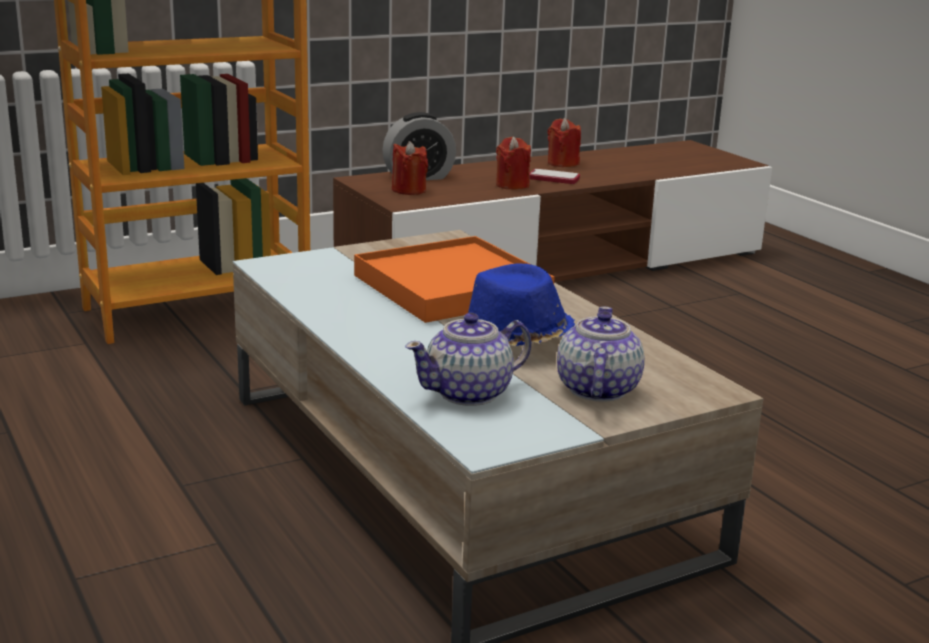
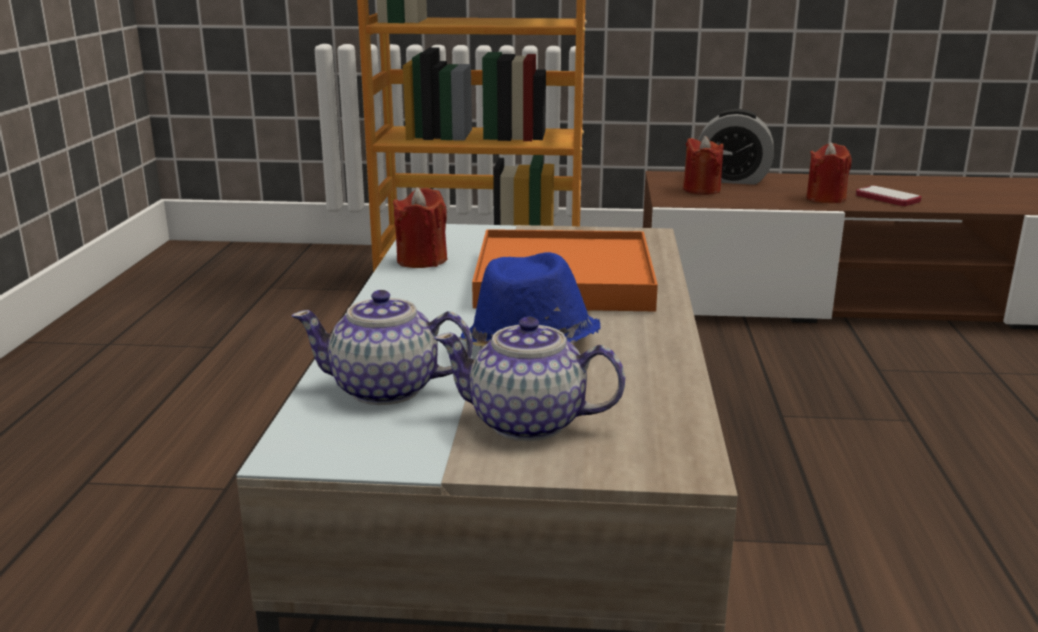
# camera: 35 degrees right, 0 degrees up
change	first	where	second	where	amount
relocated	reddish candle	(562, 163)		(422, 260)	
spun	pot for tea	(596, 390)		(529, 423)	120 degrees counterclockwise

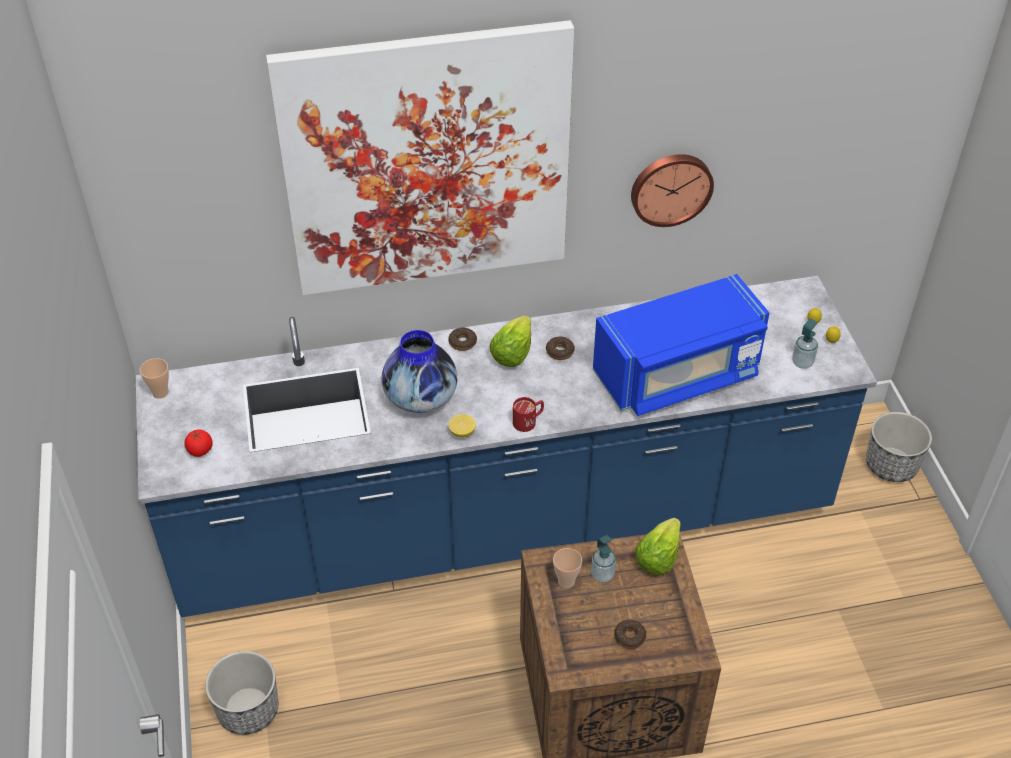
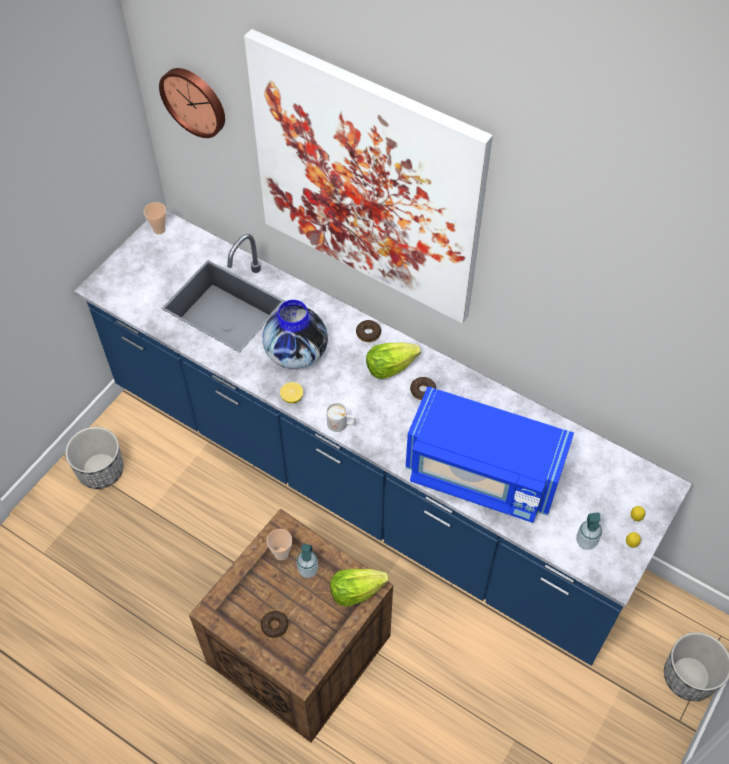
# camera: 45 degrees right, 10 degrees up
change	first	where	second	where	amount
relocated	hanging clock	(670, 188)		(194, 101)	
colour	reddish coffee mug	(528, 421)	white coffee mug	(341, 424)	
missing	fresh tomato	(200, 450)			

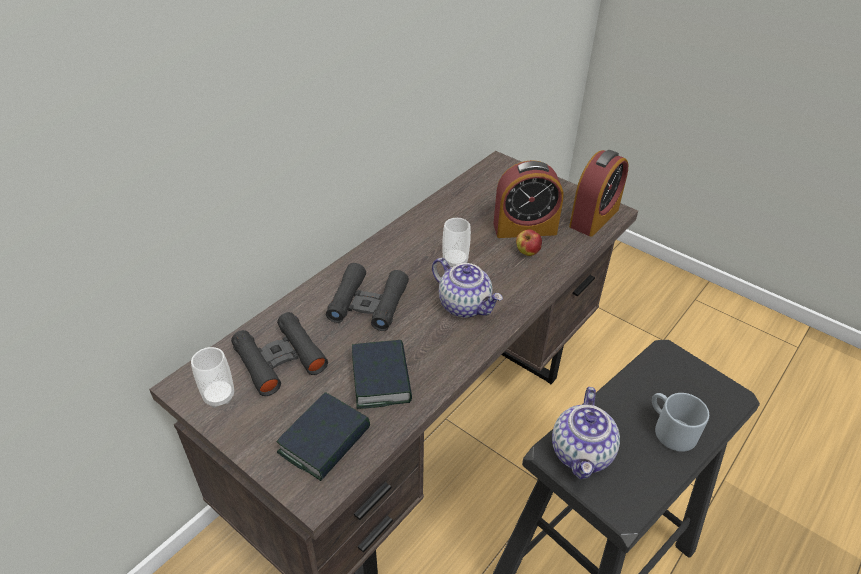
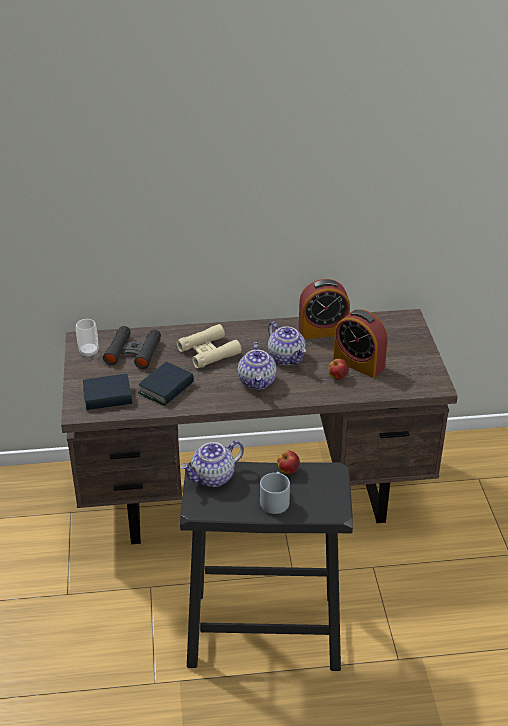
# camera: 45 degrees right, 5 degrees down
change	first	where	second	where	amount
relocated	alarm clock	(594, 218)		(323, 331)	
exchanged	drinking cup	(455, 261)	pot for tea	(287, 358)	
colour	black-coloured field glasses	(368, 303)	beige-coloured field glasses	(208, 352)	
appeared			apple	(288, 470)	

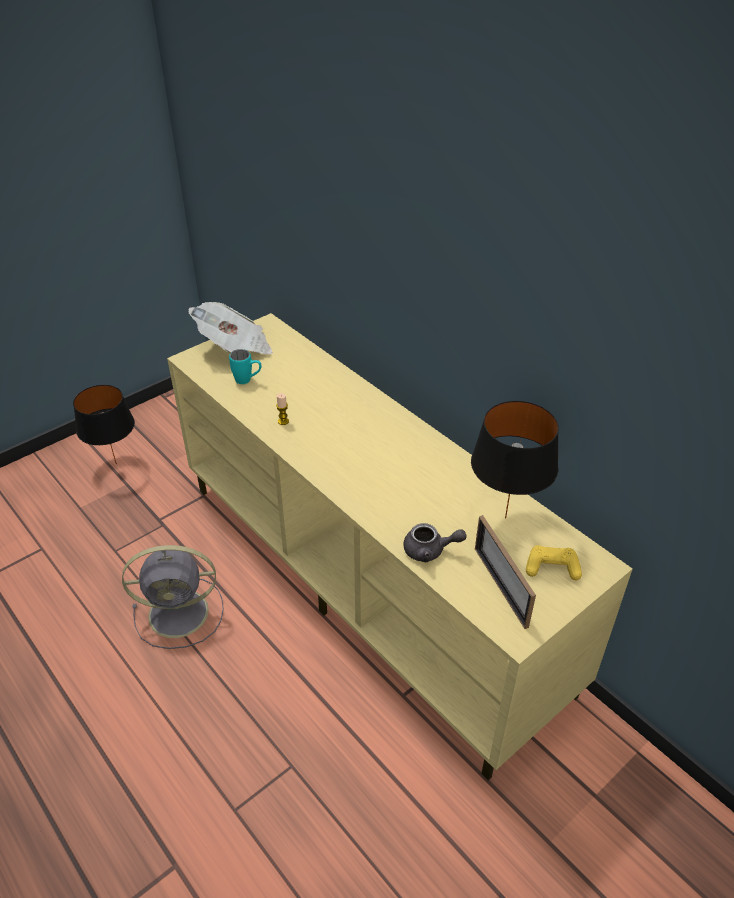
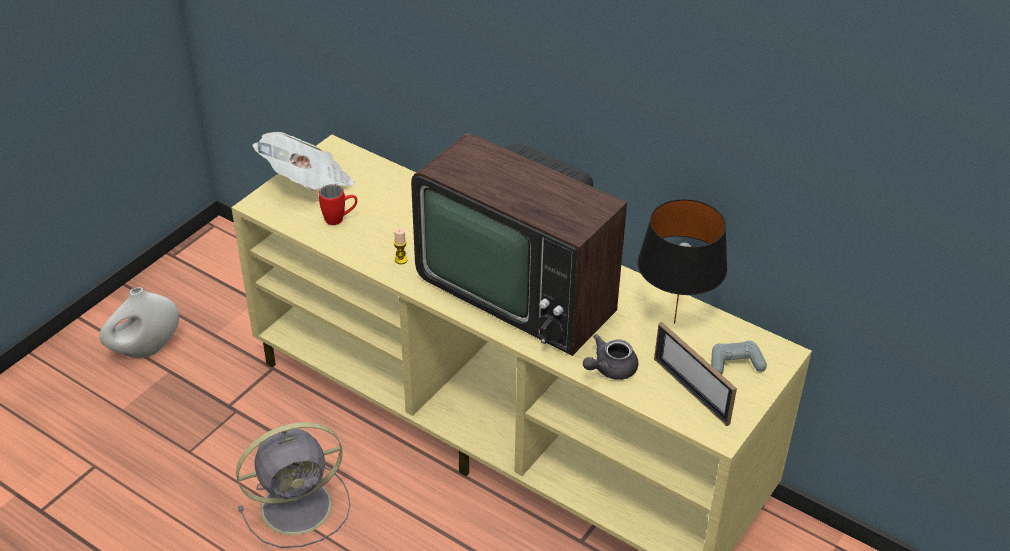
# camera: 15 degrees left, 0 degrees up
change	first	where	second	where	amount
colour	turquoise coffee mug	(248, 380)	reddish coffee mug	(340, 219)	
exchanged	black-coloured lamp for a table	(116, 464)	white decorative vase	(145, 350)	
spun	gray pot for tea	(430, 551)		(610, 369)	150 degrees clockwise
colour	yellowish game controller	(552, 568)	gray game controller	(735, 364)	
appeared			TV set	(520, 285)	

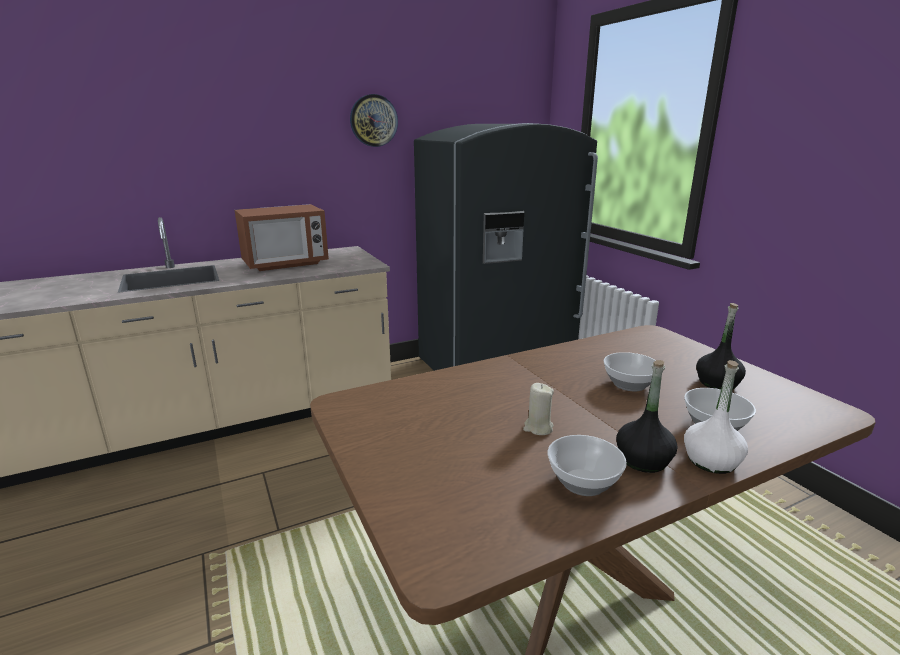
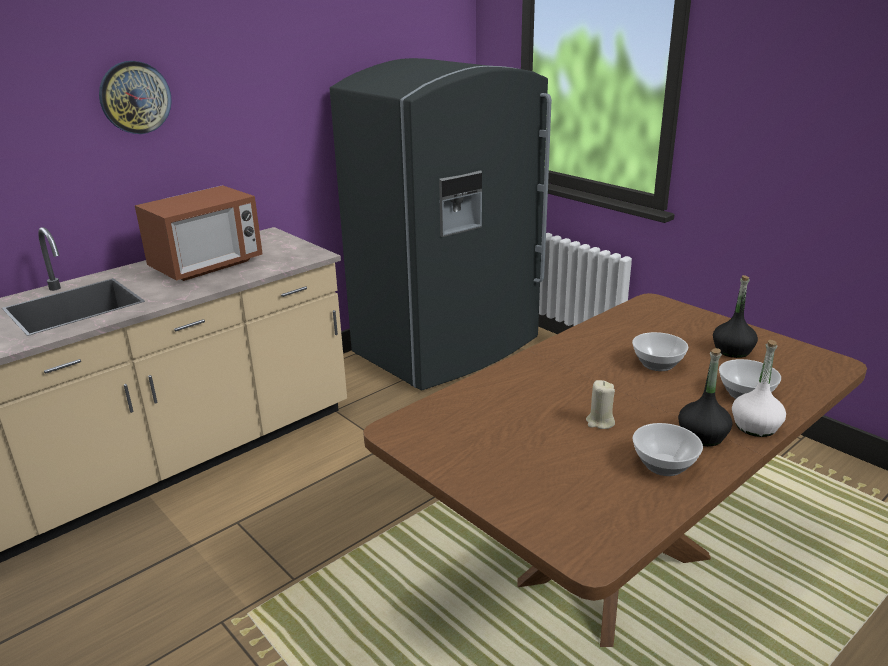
# camera: 15 degrees left, 5 degrees up
change	first	where	second	where	amount
relocated	hanging clock	(373, 120)		(135, 97)	

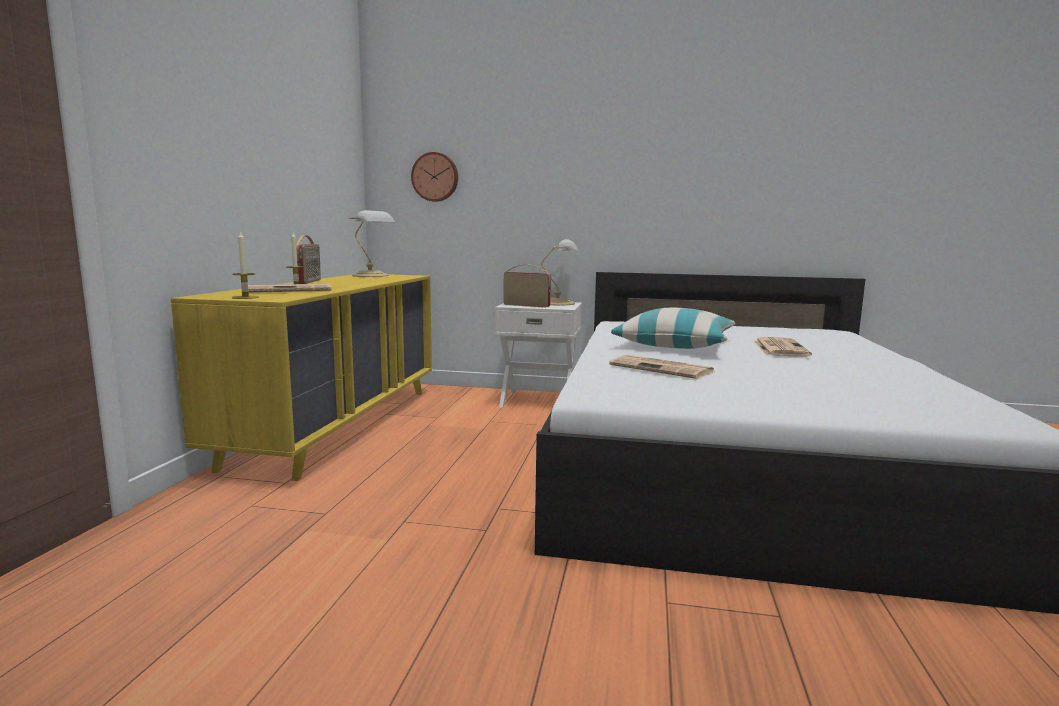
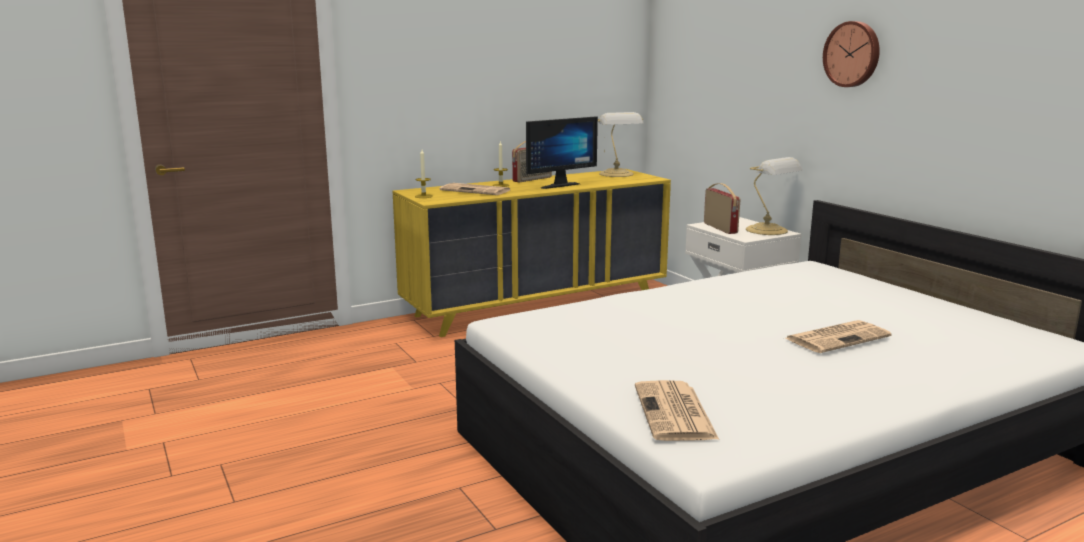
# camera: 50 degrees right, 5 degrees up
change	first	where	second	where	amount
relocated	hanging clock	(435, 177)		(853, 54)	
missing	cushion	(674, 344)			
relocated	printed paper	(663, 368)		(675, 413)	
appeared			computer screen	(557, 185)	

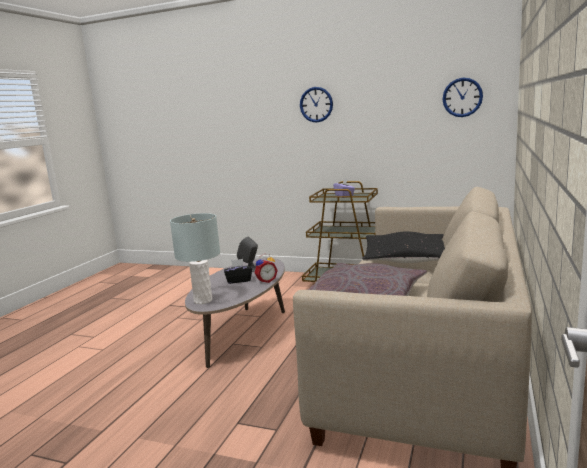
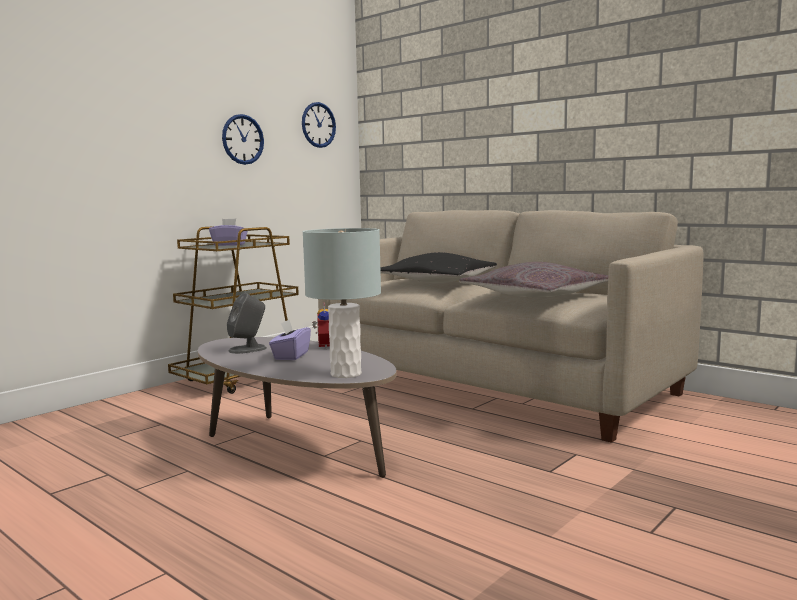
# camera: 70 degrees left, 5 degrees down
change	first	where	second	where	amount
relocated	hanging clock	(316, 104)		(243, 139)	
colour	black-coloured tissue box	(239, 280)	purple-coloured tissue box	(291, 356)	

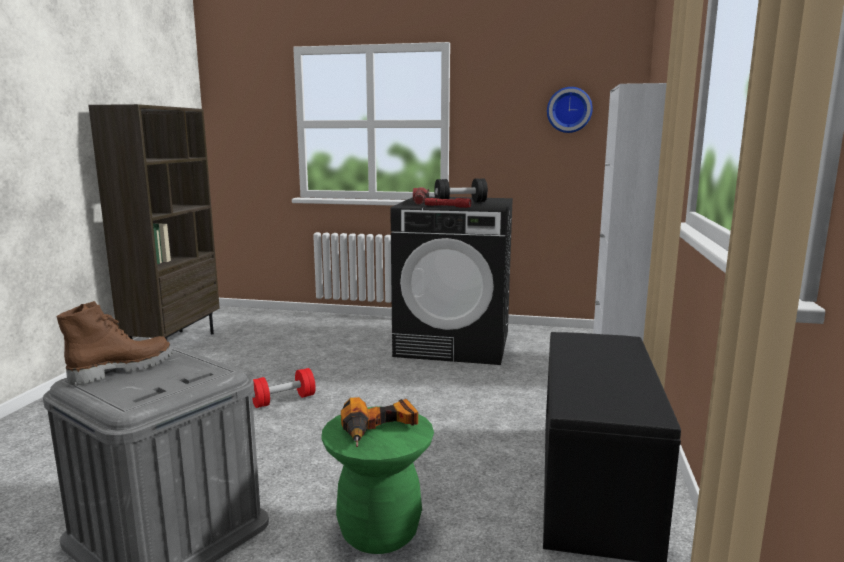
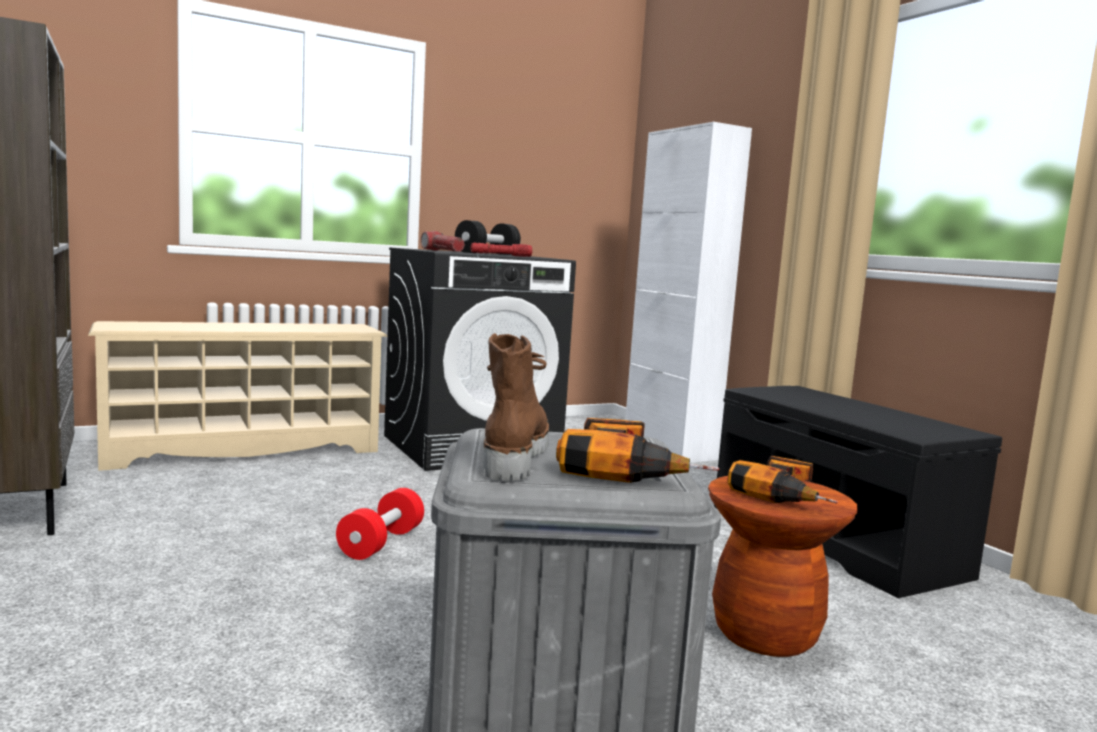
# camera: 40 degrees left, 5 degrees down
change	first	where	second	where	amount
missing	hanging clock	(569, 110)			
colour	green sitting stool	(379, 532)	brownish sitting stool	(765, 634)	
appeared			beige-coloured shoe shelf	(245, 450)	
appeared			electric drill	(628, 467)	

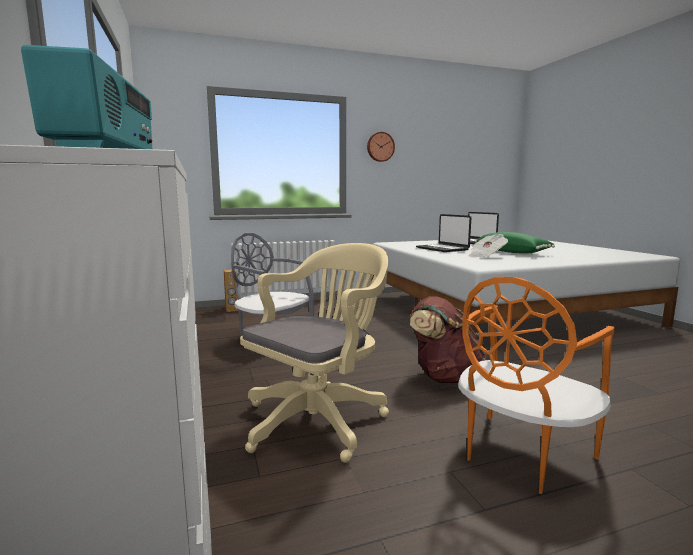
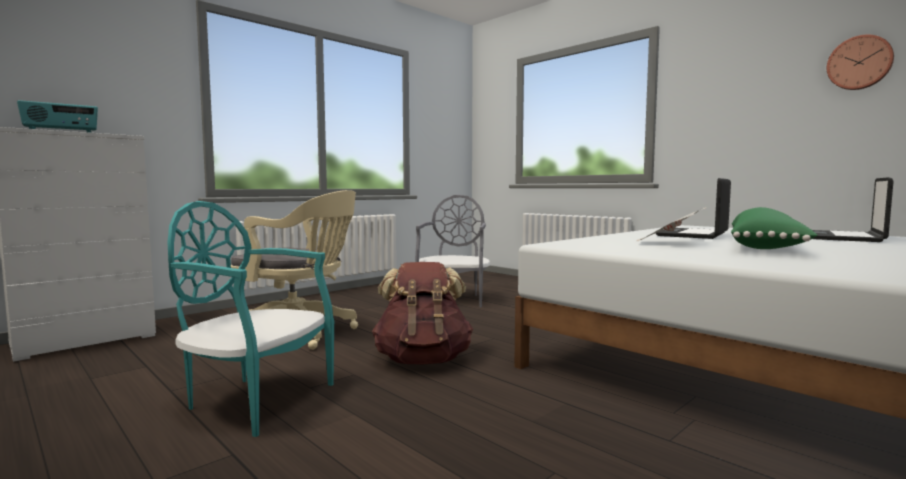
# camera: 65 degrees right, 5 degrees down
change	first	where	second	where	amount
relocated	hanging clock	(380, 147)		(859, 63)	
missing	brownish loudspeaker	(232, 310)			
colour	orangey plain chair	(520, 454)	turquoise plain chair	(256, 400)	

